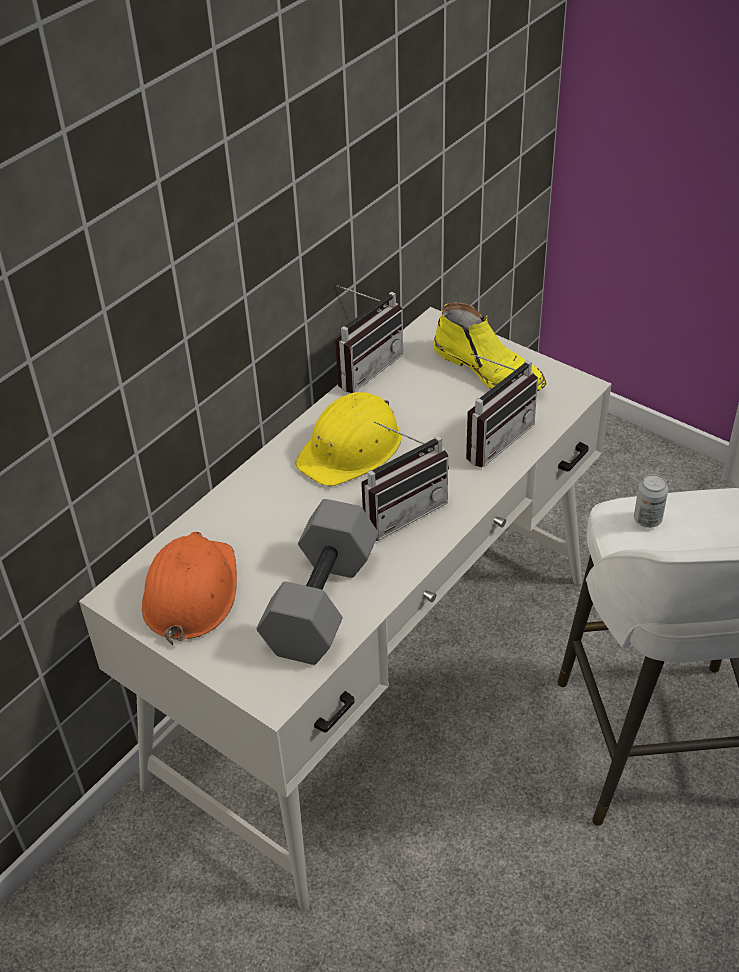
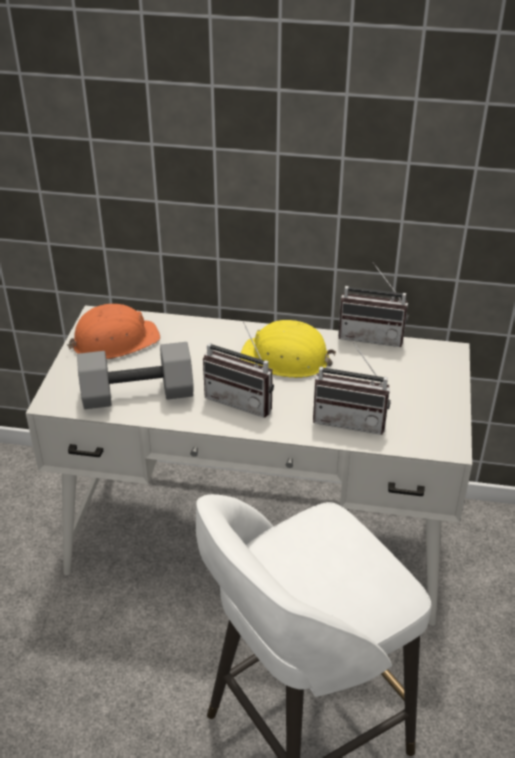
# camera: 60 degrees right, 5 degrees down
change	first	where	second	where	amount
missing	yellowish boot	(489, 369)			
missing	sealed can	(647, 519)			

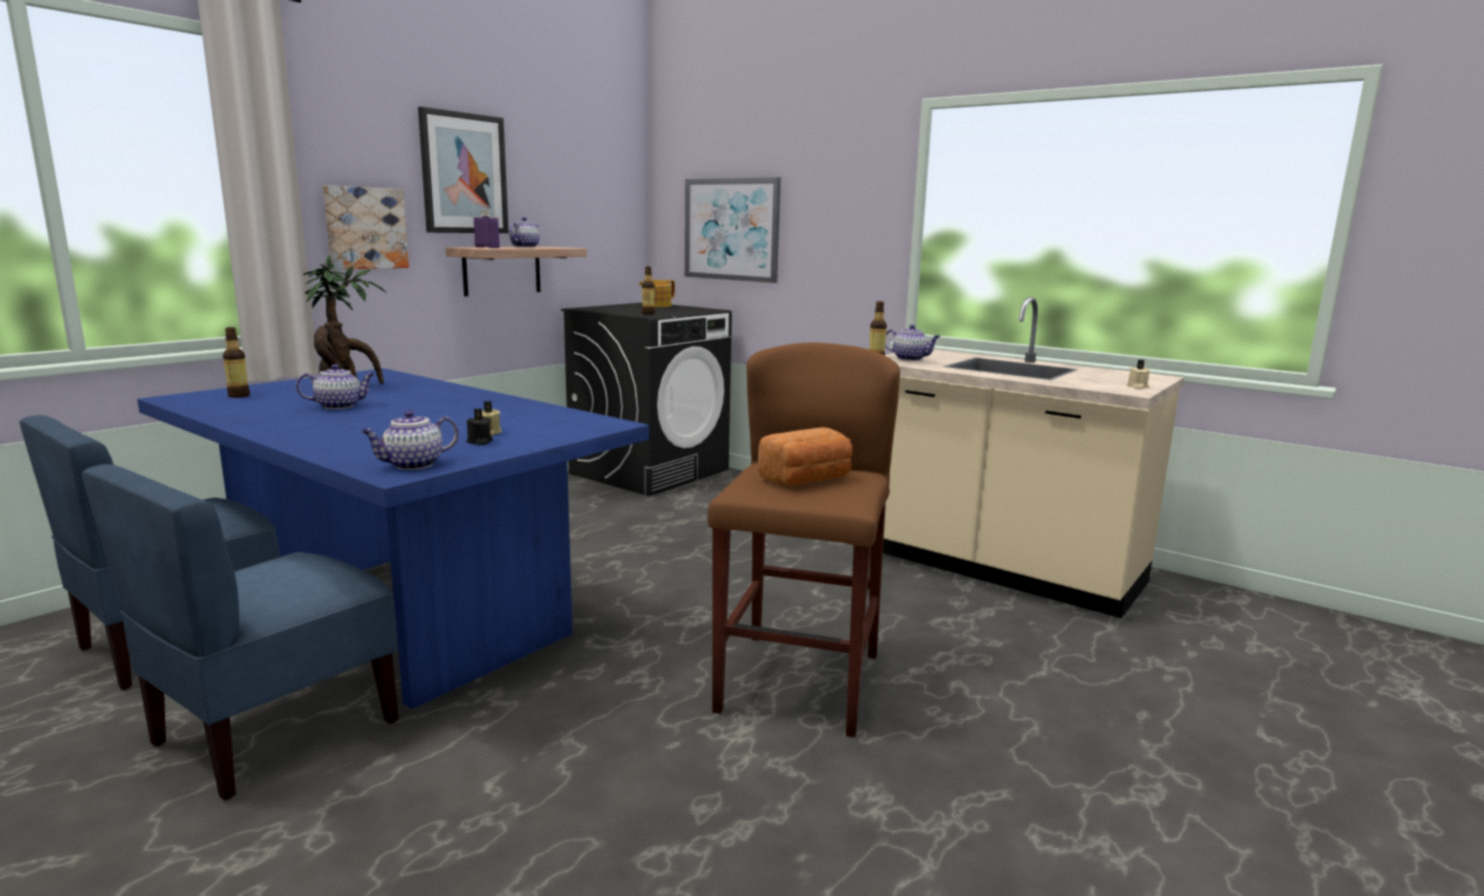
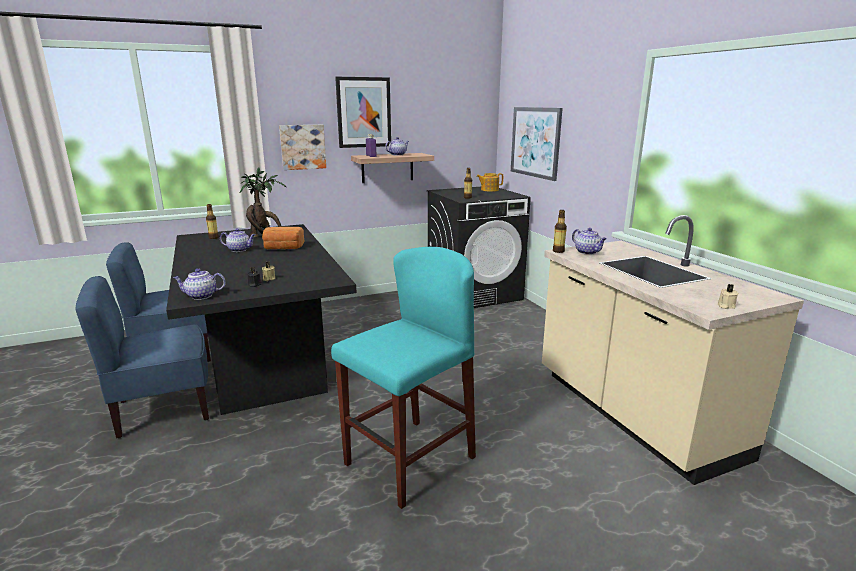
# camera: 30 degrees right, 5 degrees up
change	first	where	second	where	amount
colour	brownish sitting stool	(799, 682)	turquoise sitting stool	(410, 460)	
colour	bluish kitchen table	(399, 618)	black-coloured kitchen table	(264, 362)	
relocated	bread	(808, 480)		(283, 248)	

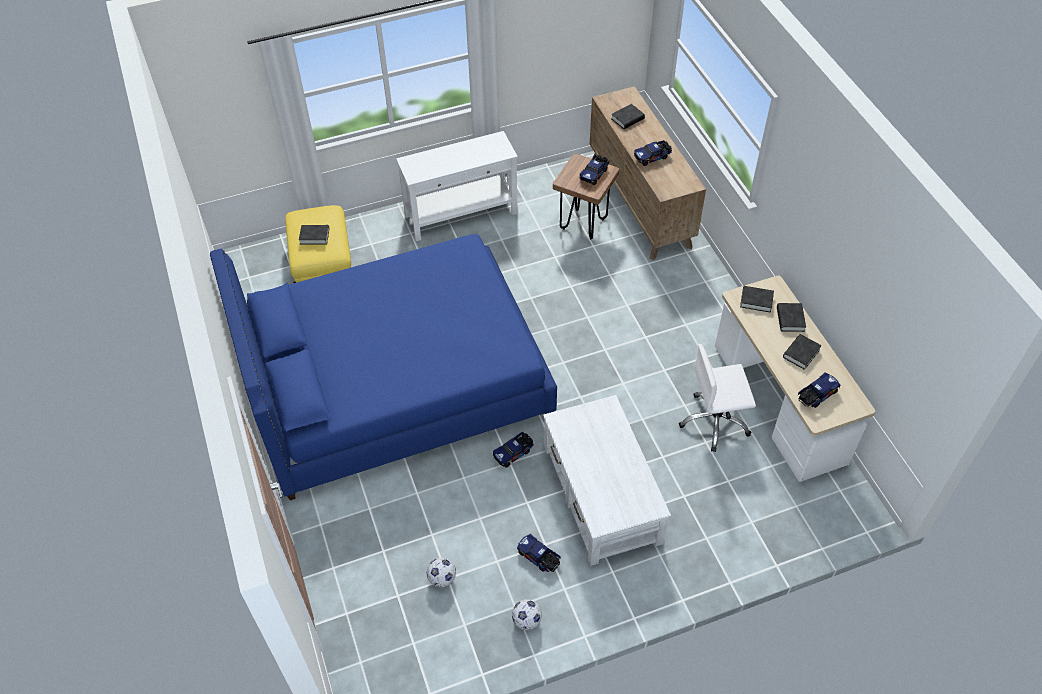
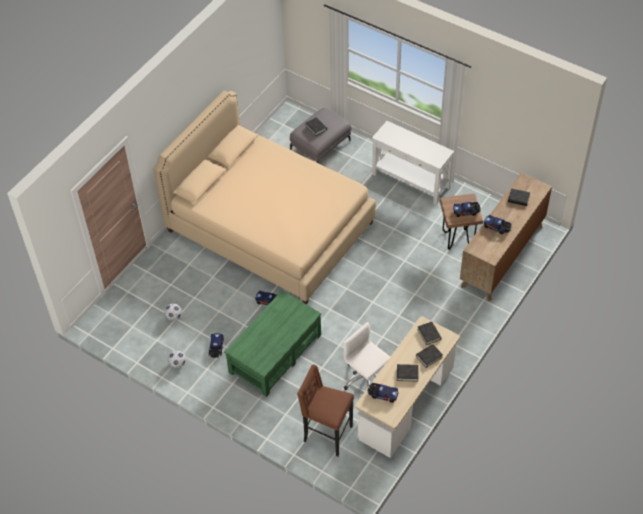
# camera: 55 degrees right, 0 degrees up
change	first	where	second	where	amount
colour	yellowish footrest	(322, 261)	gray footrest	(321, 145)	
colour	bluish bed	(396, 383)	beige-coloured bed	(270, 227)	
colour	white coffee table	(601, 495)	green coffee table	(274, 353)	
appeared			brownish sitting stool	(326, 434)	

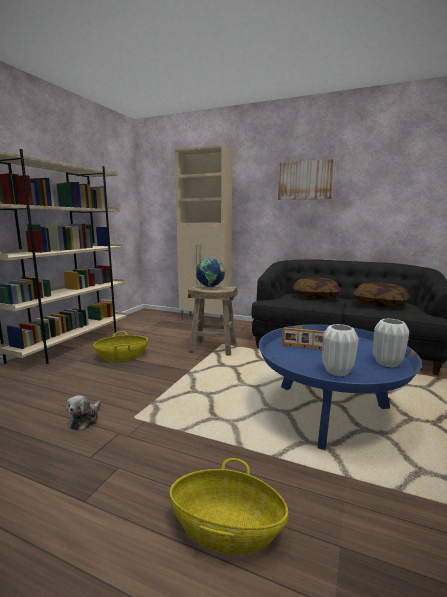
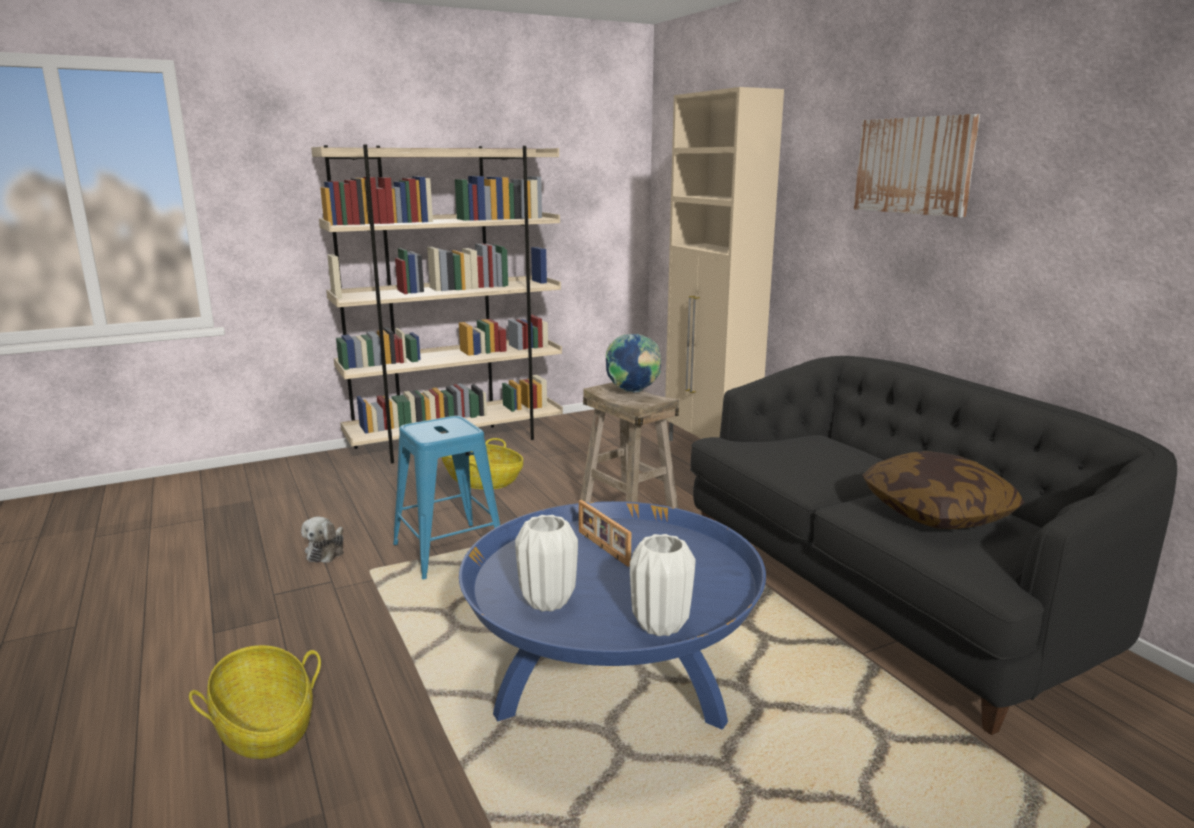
# camera: 40 degrees right, 5 degrees up
change	first	where	second	where	amount
missing	cushion	(315, 296)			
spun	plush toy	(85, 420)		(326, 551)	45 degrees counterclockwise
appeared			bluish sitting stool	(449, 551)	

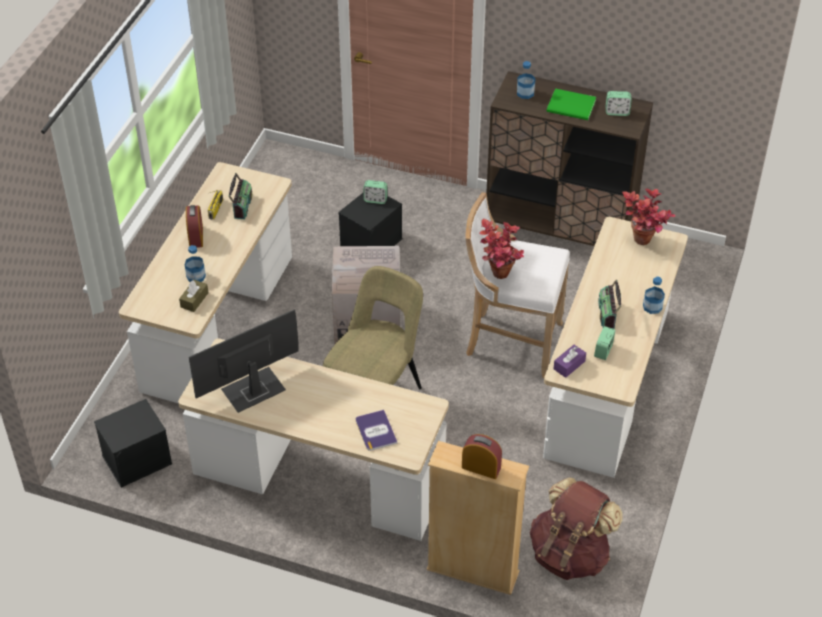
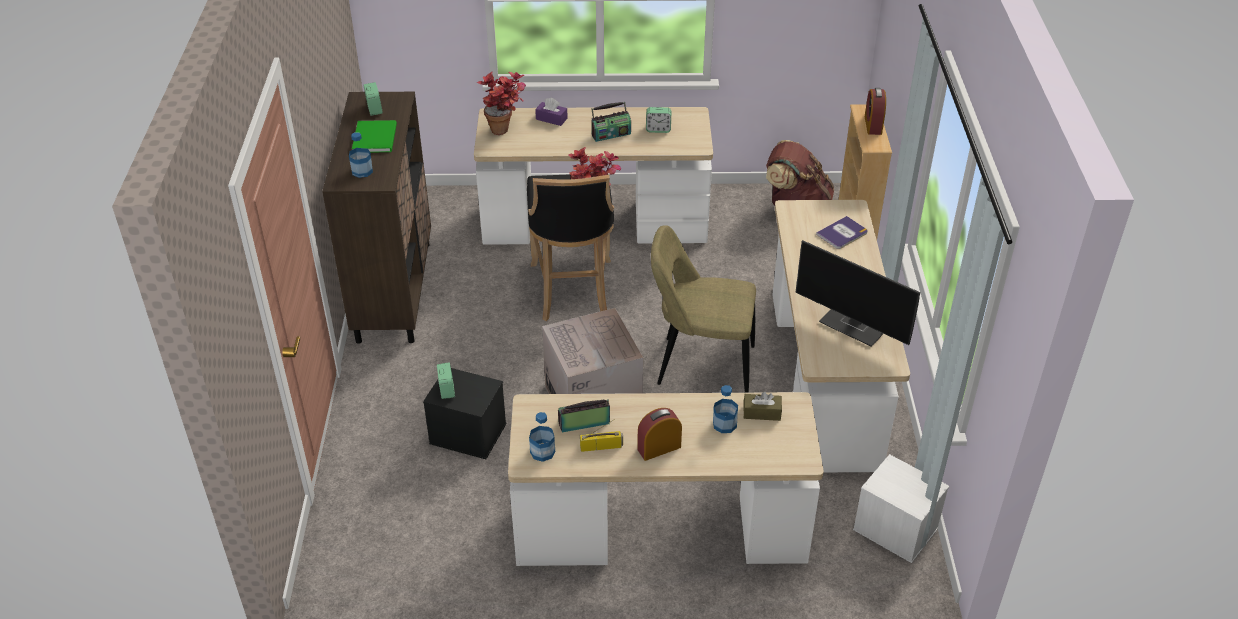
# camera: 110 degrees left, 5 degrees down
change	first	where	second	where	amount
colour	white sitting stool	(510, 341)	black-coloured sitting stool	(572, 292)	
relocated	drink bottle	(652, 307)		(542, 452)	
relocated	purple-coloured tissue box	(569, 365)		(551, 119)	
colour	black-coloured storage box	(137, 459)	white storage box	(894, 529)	

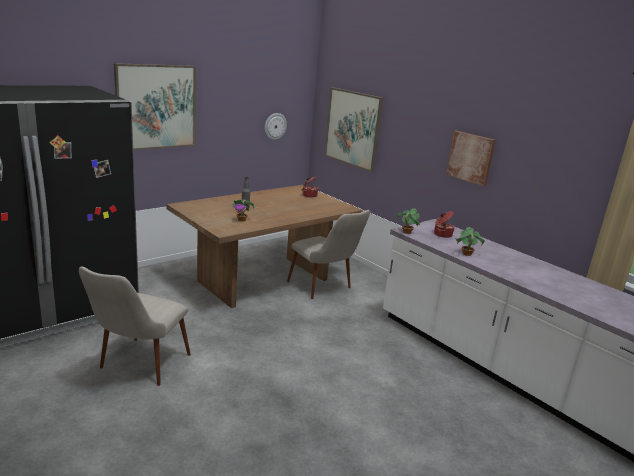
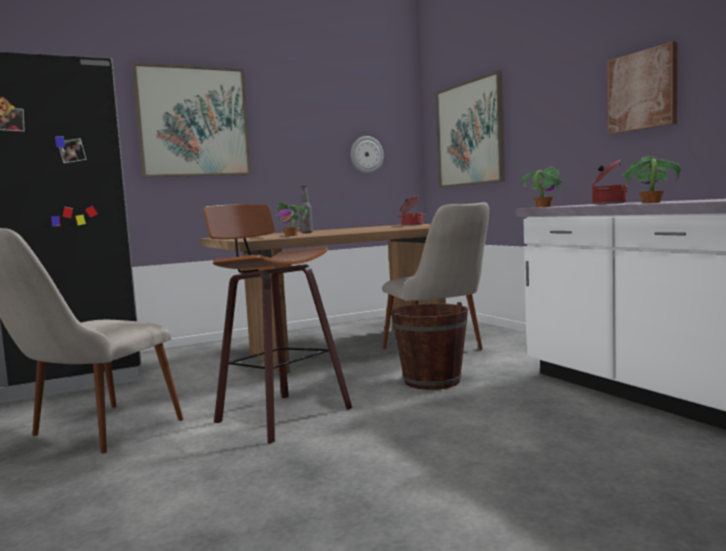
# camera: 15 degrees right, 15 degrees down
change	first	where	second	where	amount
appeared			sitting stool	(278, 415)	
appeared			brownish pail	(432, 381)	

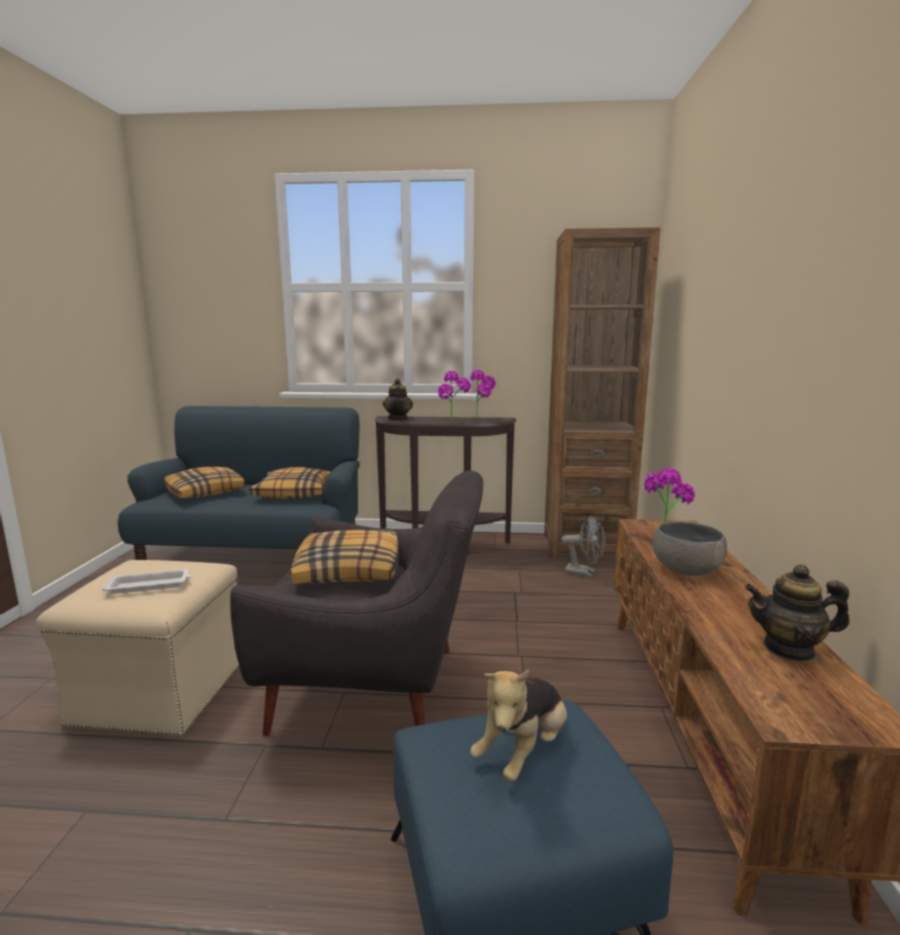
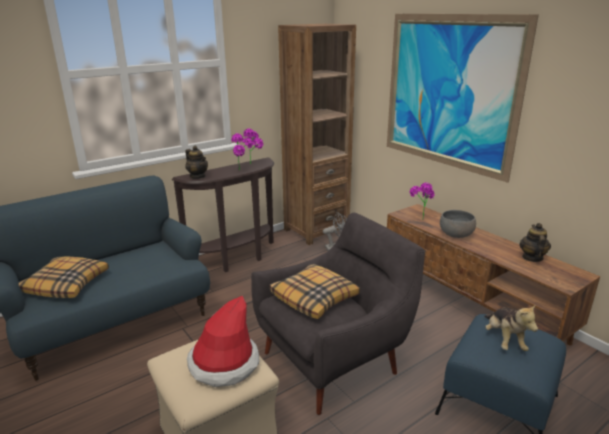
# camera: 40 degrees left, 10 degrees up
change	first	where	second	where	amount
missing	cushion	(294, 493)			
spun	pot for tea	(789, 649)		(532, 258)	135 degrees clockwise
exchanged	white carrying tray	(150, 585)	wearable hat	(224, 364)	
appeared			wall picture	(448, 92)	

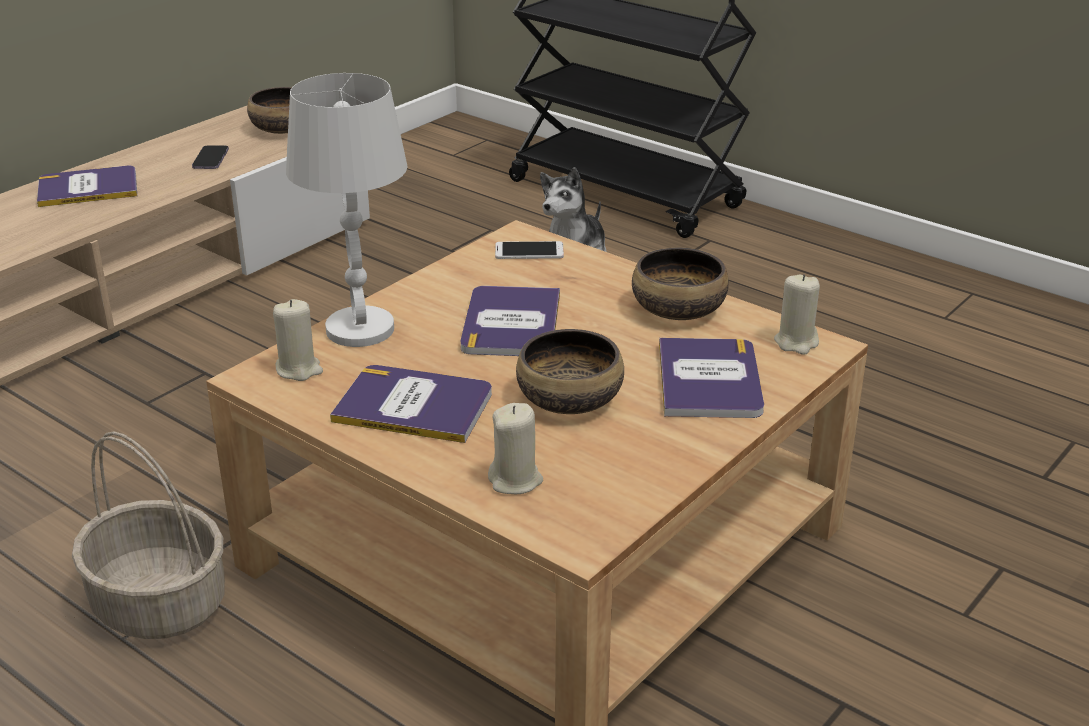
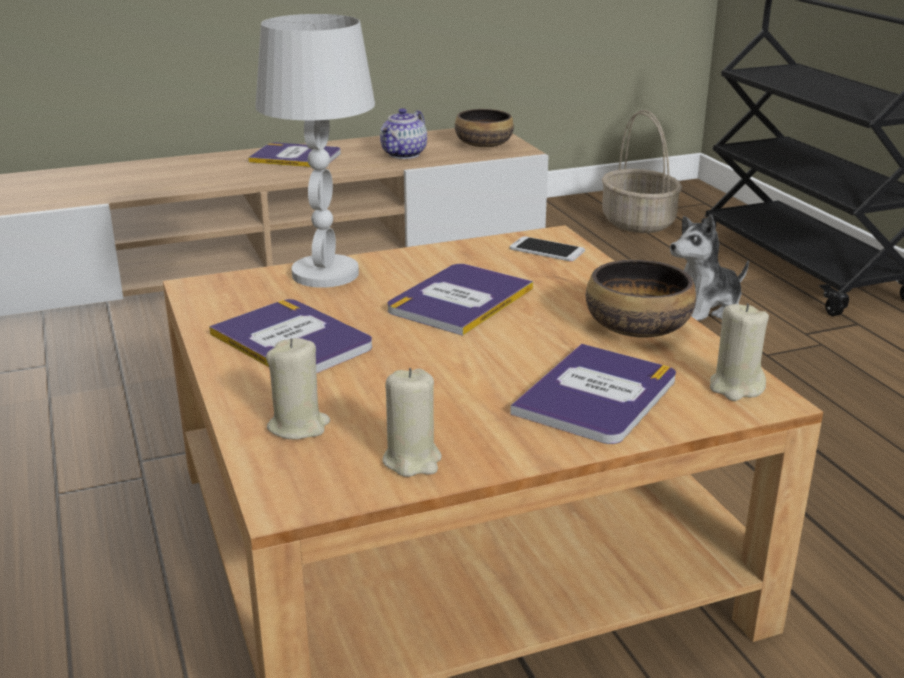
# camera: 30 degrees right, 5 degrees down
change	first	where	second	where	amount
exchanged	phone	(210, 159)	pot for tea	(404, 155)	
relocated	beige-coloured candle	(299, 369)		(412, 460)	
missing	bowl	(571, 399)			
relocated	storage basket	(161, 604)		(639, 223)	

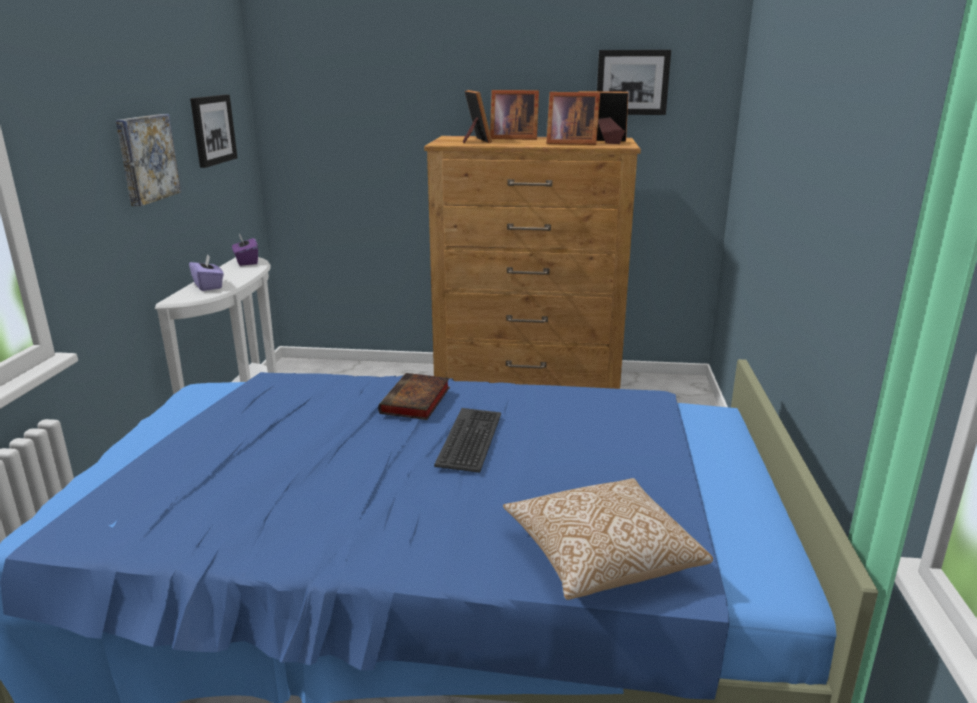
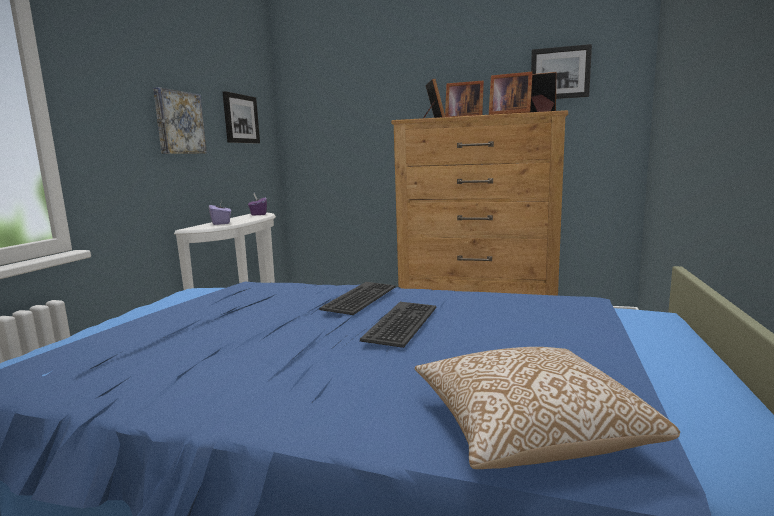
# camera: 10 degrees right, 10 degrees down
change	first	where	second	where	amount
exchanged	bound book	(415, 402)	PC keyboard	(361, 298)	

